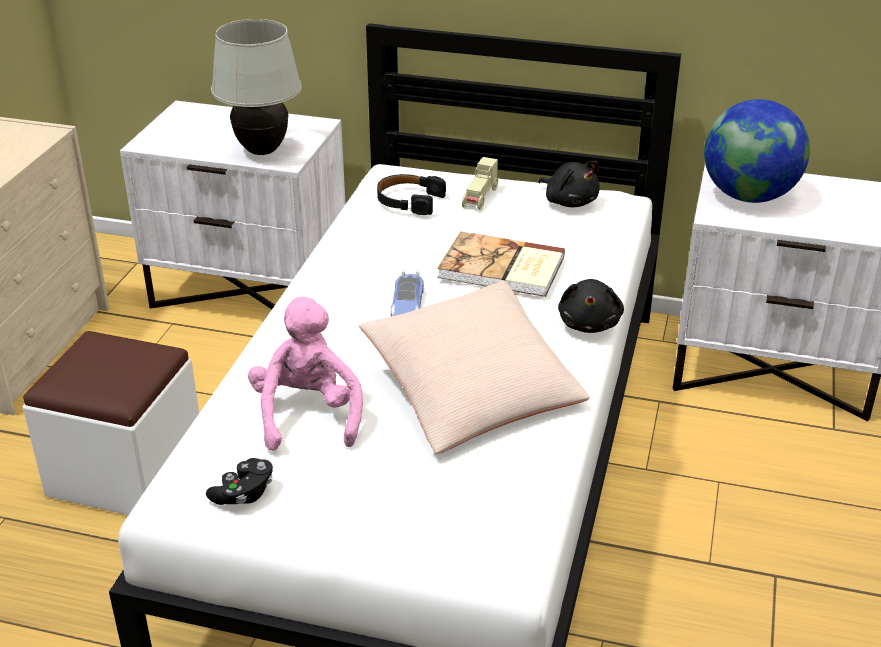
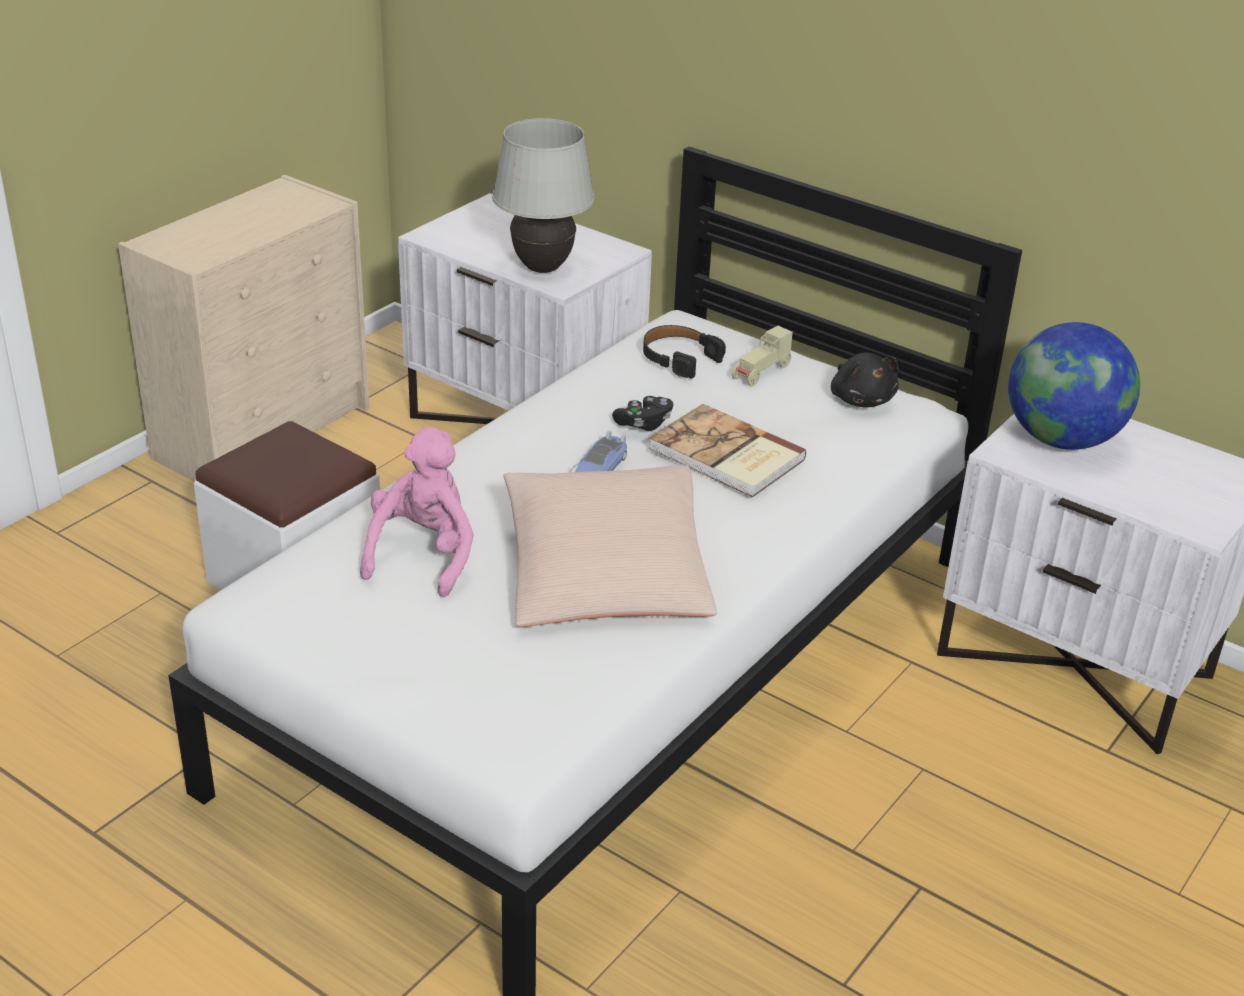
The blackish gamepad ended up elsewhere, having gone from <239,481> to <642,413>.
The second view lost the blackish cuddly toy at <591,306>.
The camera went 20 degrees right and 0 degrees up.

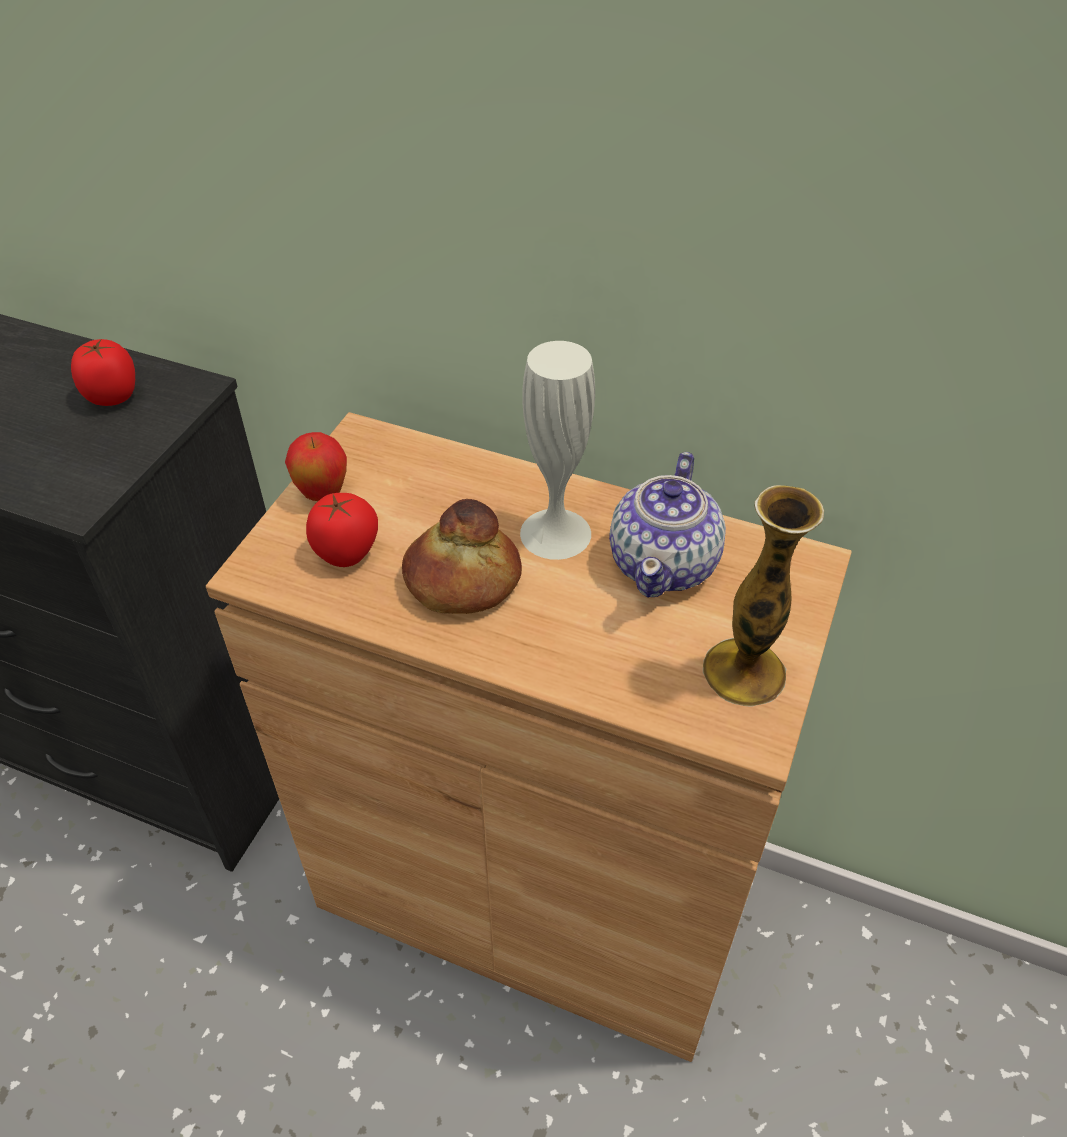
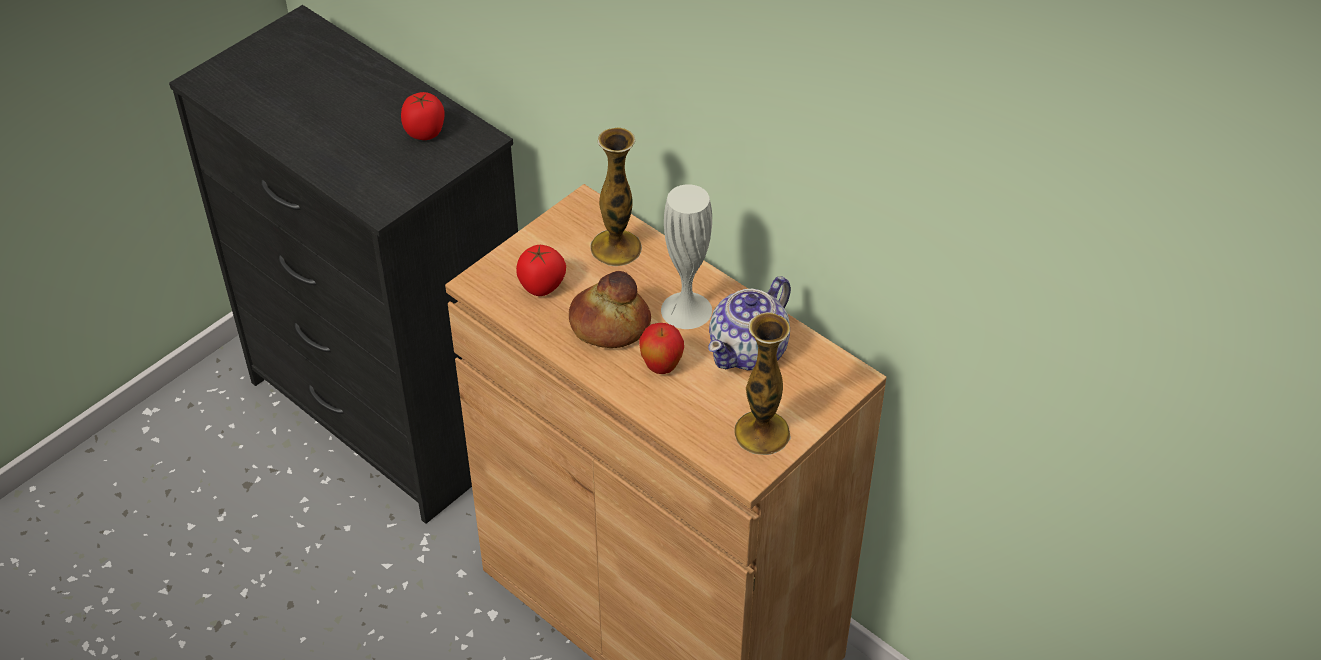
The second view gained the decorative vase at <616,196>.
The apple ended up elsewhere, having gone from <316,466> to <661,348>.
The camera went 20 degrees right and 0 degrees up.

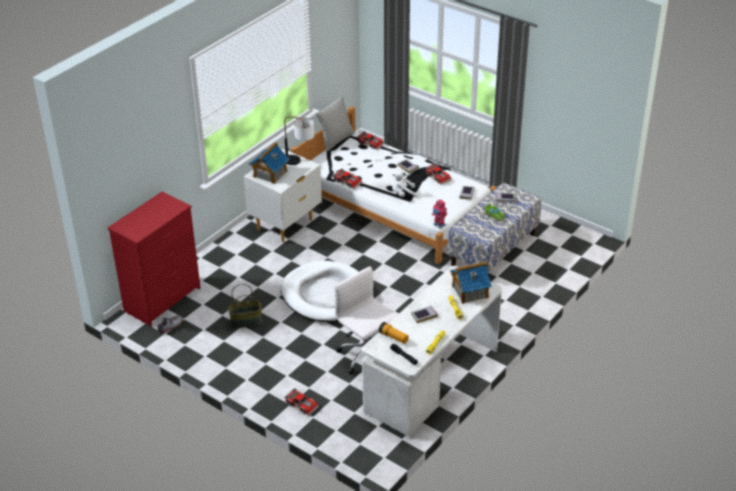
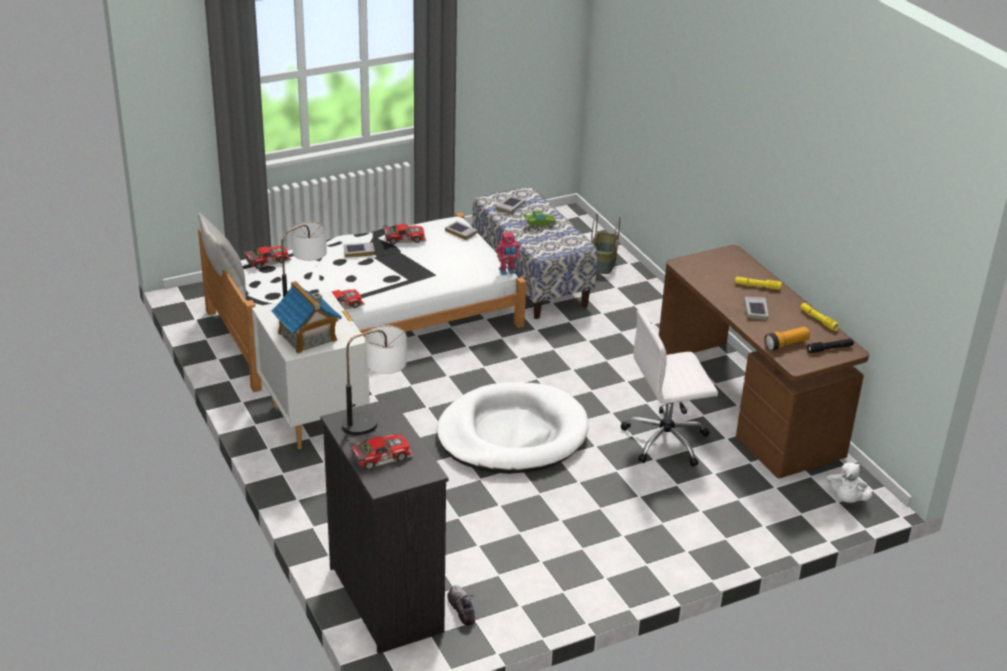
What was the red-coloured dresser at <154,259> turned into the blackish dresser at <384,526>.
The second view gained the lamp for a table at <374,380>.
The model car ended up elsewhere, having gone from <301,402> to <381,452>.
The storage basket ended up elsewhere, having gone from <245,306> to <605,243>.
What was the whitish desk unit at <431,351> turned into the brownish desk unit at <764,361>.
The whitish cuddly toy ended up elsewhere, having gone from <405,184> to <849,482>.
The second view lost the model house at <471,282>.
The camera went 65 degrees left and 5 degrees down.

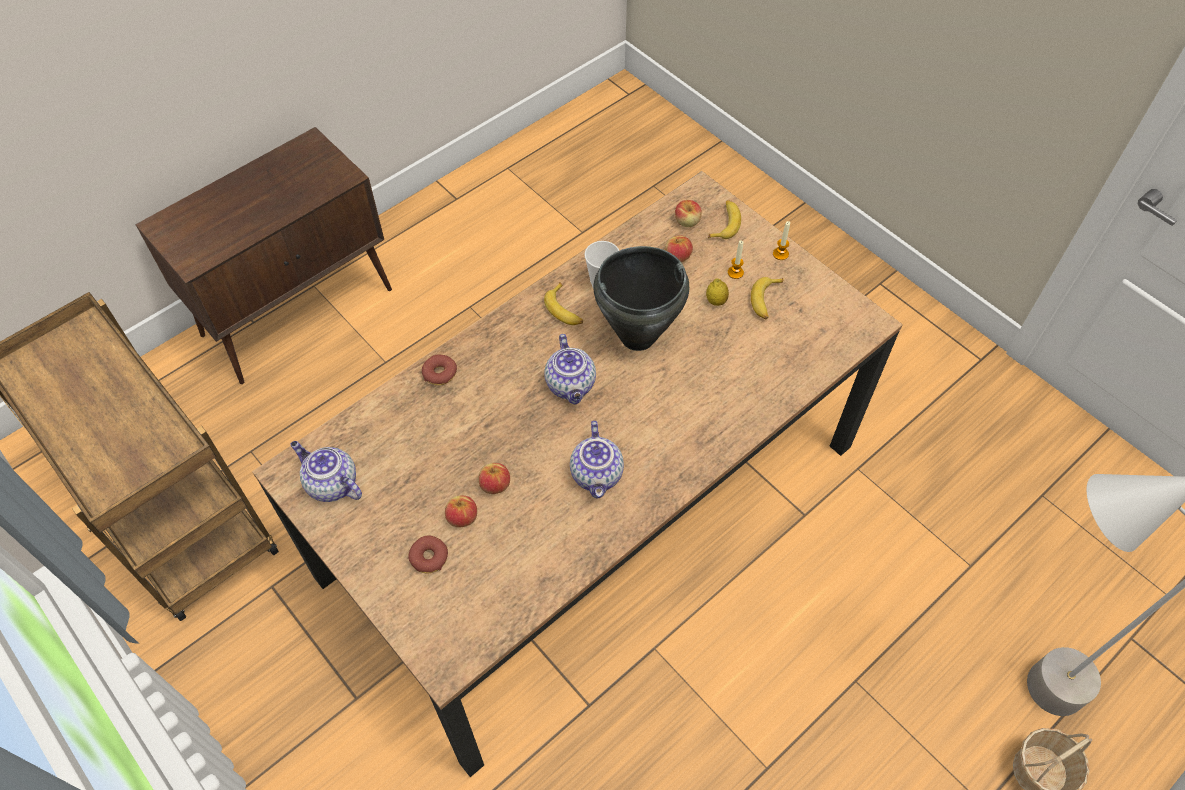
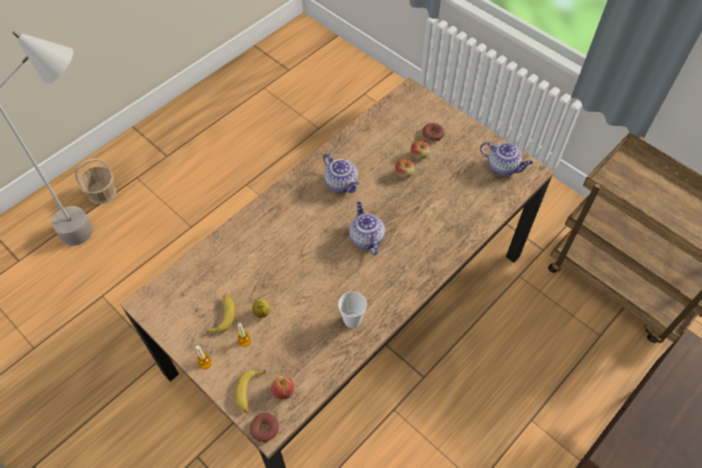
The doughnut ended up elsewhere, having gone from <439,369> to <264,428>.
The teapot at <597,460> ended up facing another way, 150 degrees clockwise from before.
The second view lost the whole banana at <563,303>.
The second view lost the blackish cooking pot at <641,298>.
The second view lost the apple at <679,248>.
The camera went 175 degrees right and 0 degrees up.

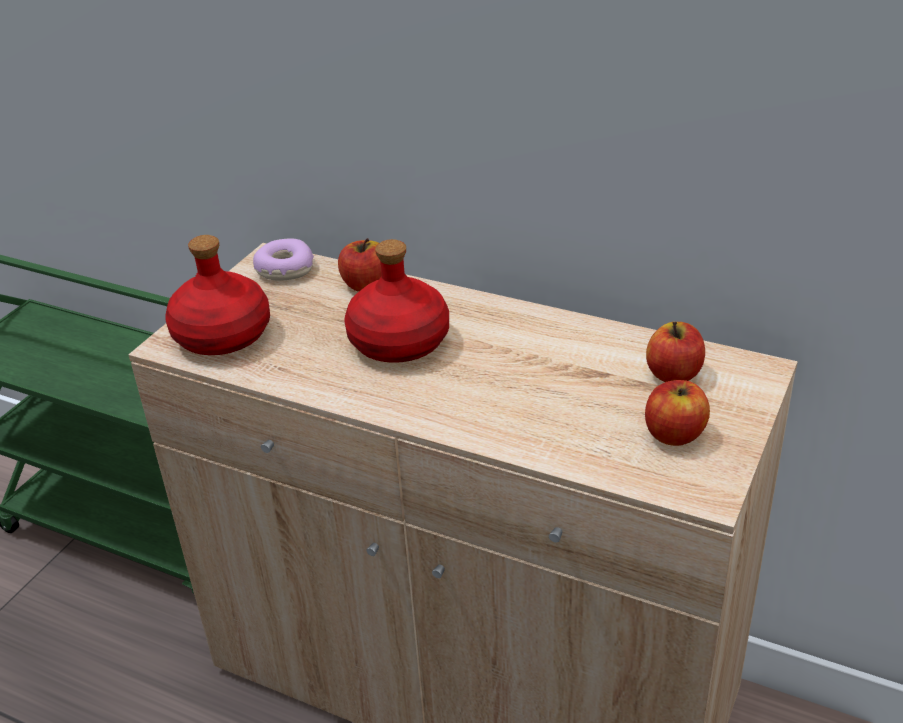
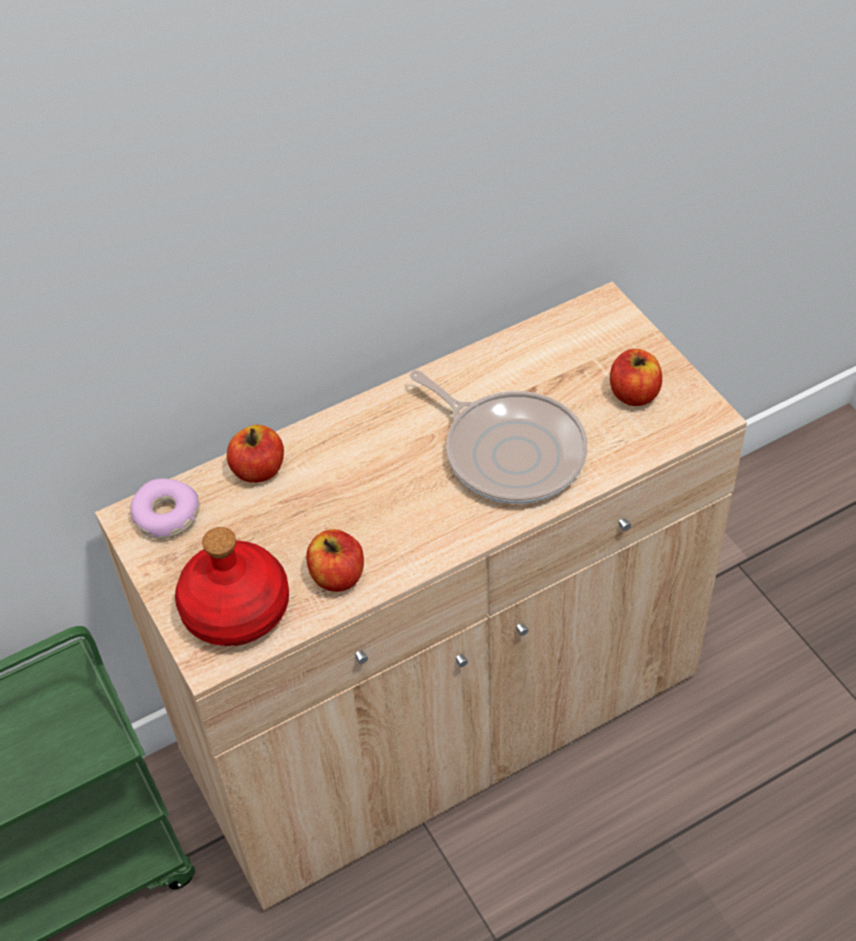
The apple ended up elsewhere, having gone from <675,352> to <335,560>.
The second view gained the skillet at <498,437>.
The second view lost the red-coloured bottle at <396,301>.
The camera went 55 degrees left and 15 degrees up.

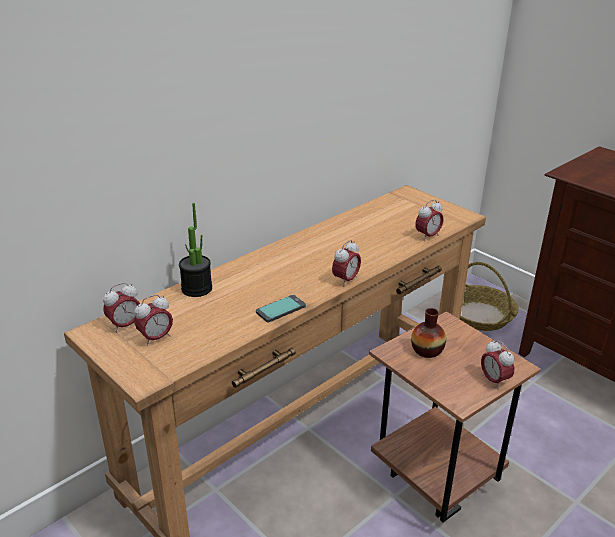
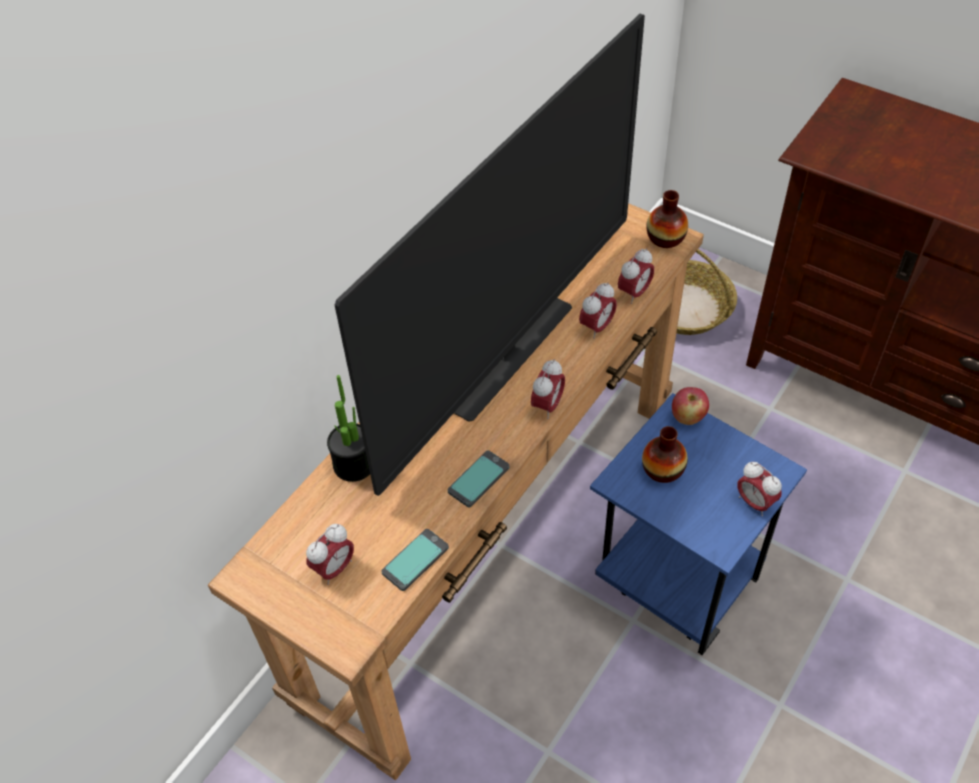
The second view gained the TV set at <489,255>.
The second view gained the telephone at <415,560>.
The alarm clock ended up elsewhere, having gone from <121,307> to <598,310>.
What was the brownish accent table at <455,417> turned into the blue accent table at <698,524>.
The second view gained the decorative vase at <667,219>.
The second view gained the apple at <690,406>.
The camera went 10 degrees left and 20 degrees up.

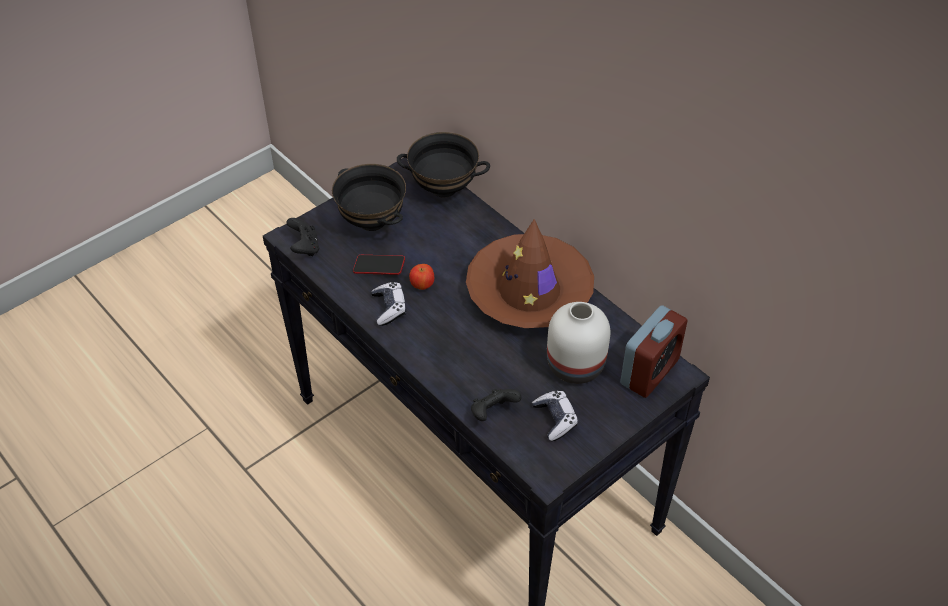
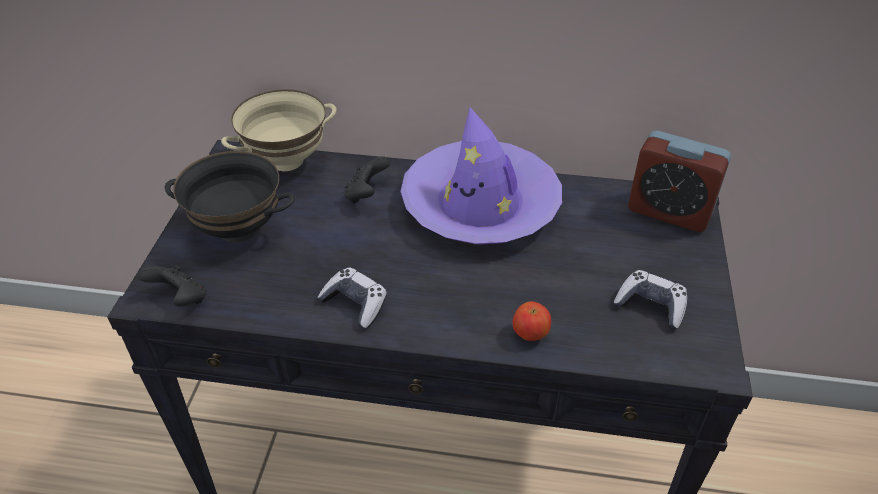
What was the blackish bowl at <443,164> turned into the beige-coloured bowl at <279,130>.
The blackish gamepad ended up elsewhere, having gone from <496,405> to <367,179>.
What was the brownish wearable hat at <530,273> turned into the purple wearable hat at <481,176>.
The apple ended up elsewhere, having gone from <421,277> to <531,321>.
The alarm clock at <654,351> ended up facing another way, 120 degrees clockwise from before.
The second view lost the telephone at <379,265>.
The second view lost the whitish decorative vase at <578,343>.
The camera went 40 degrees left and 5 degrees down.

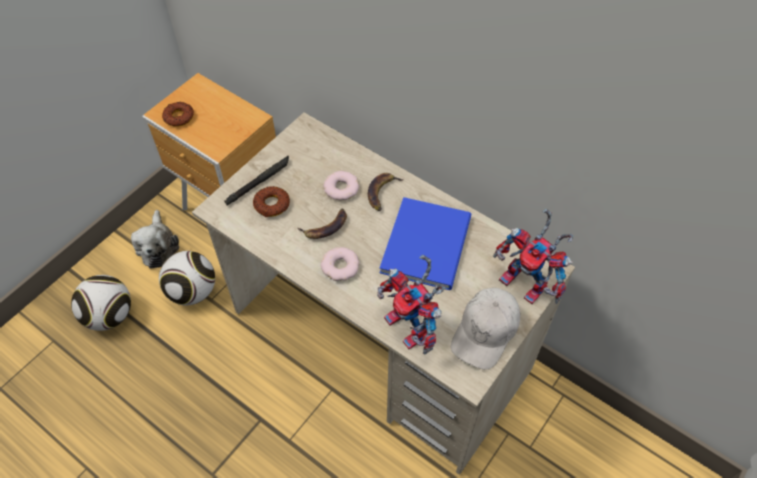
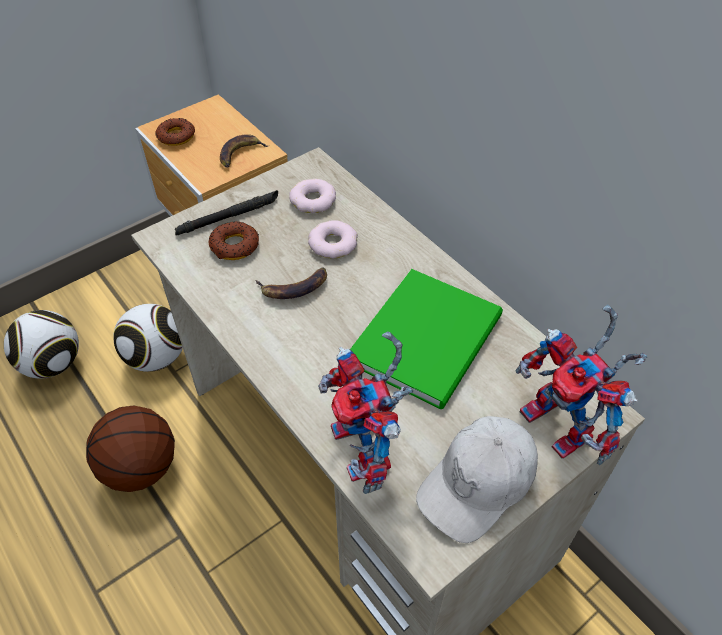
The second view gained the ball for basketball at <130,449>.
The whole banana ended up elsewhere, having gone from <386,192> to <244,151>.
The doughnut ended up elsewhere, having gone from <340,264> to <312,196>.
What was the blue book at <425,243> turned into the greenish book at <426,339>.
The second view lost the cuddly toy at <155,239>.
The camera went 15 degrees right and 5 degrees down.

